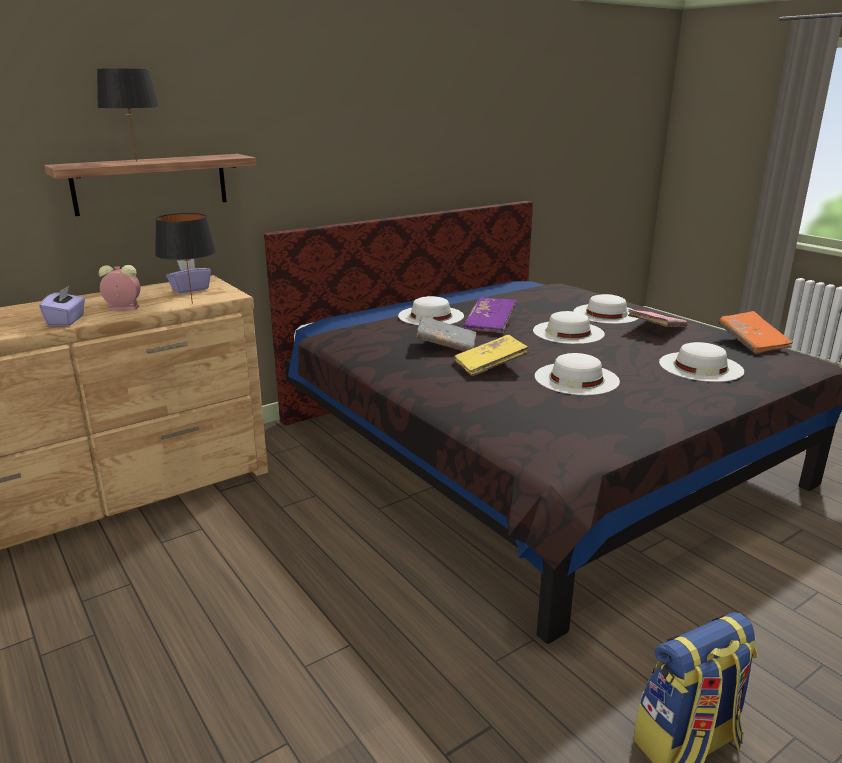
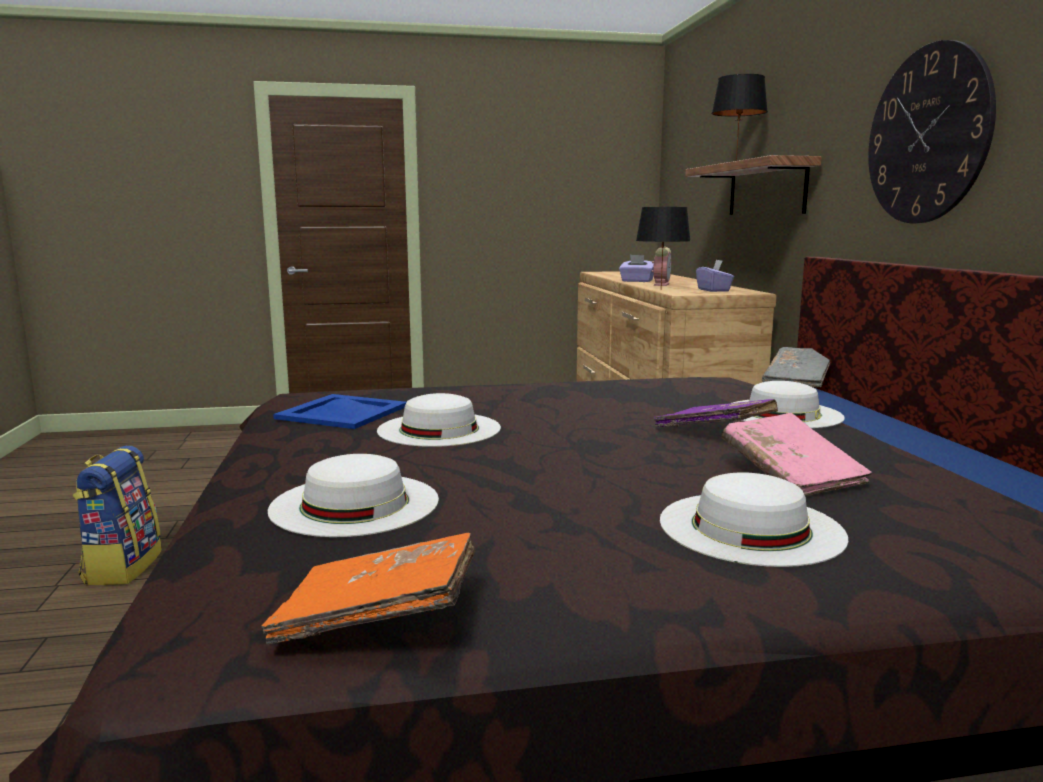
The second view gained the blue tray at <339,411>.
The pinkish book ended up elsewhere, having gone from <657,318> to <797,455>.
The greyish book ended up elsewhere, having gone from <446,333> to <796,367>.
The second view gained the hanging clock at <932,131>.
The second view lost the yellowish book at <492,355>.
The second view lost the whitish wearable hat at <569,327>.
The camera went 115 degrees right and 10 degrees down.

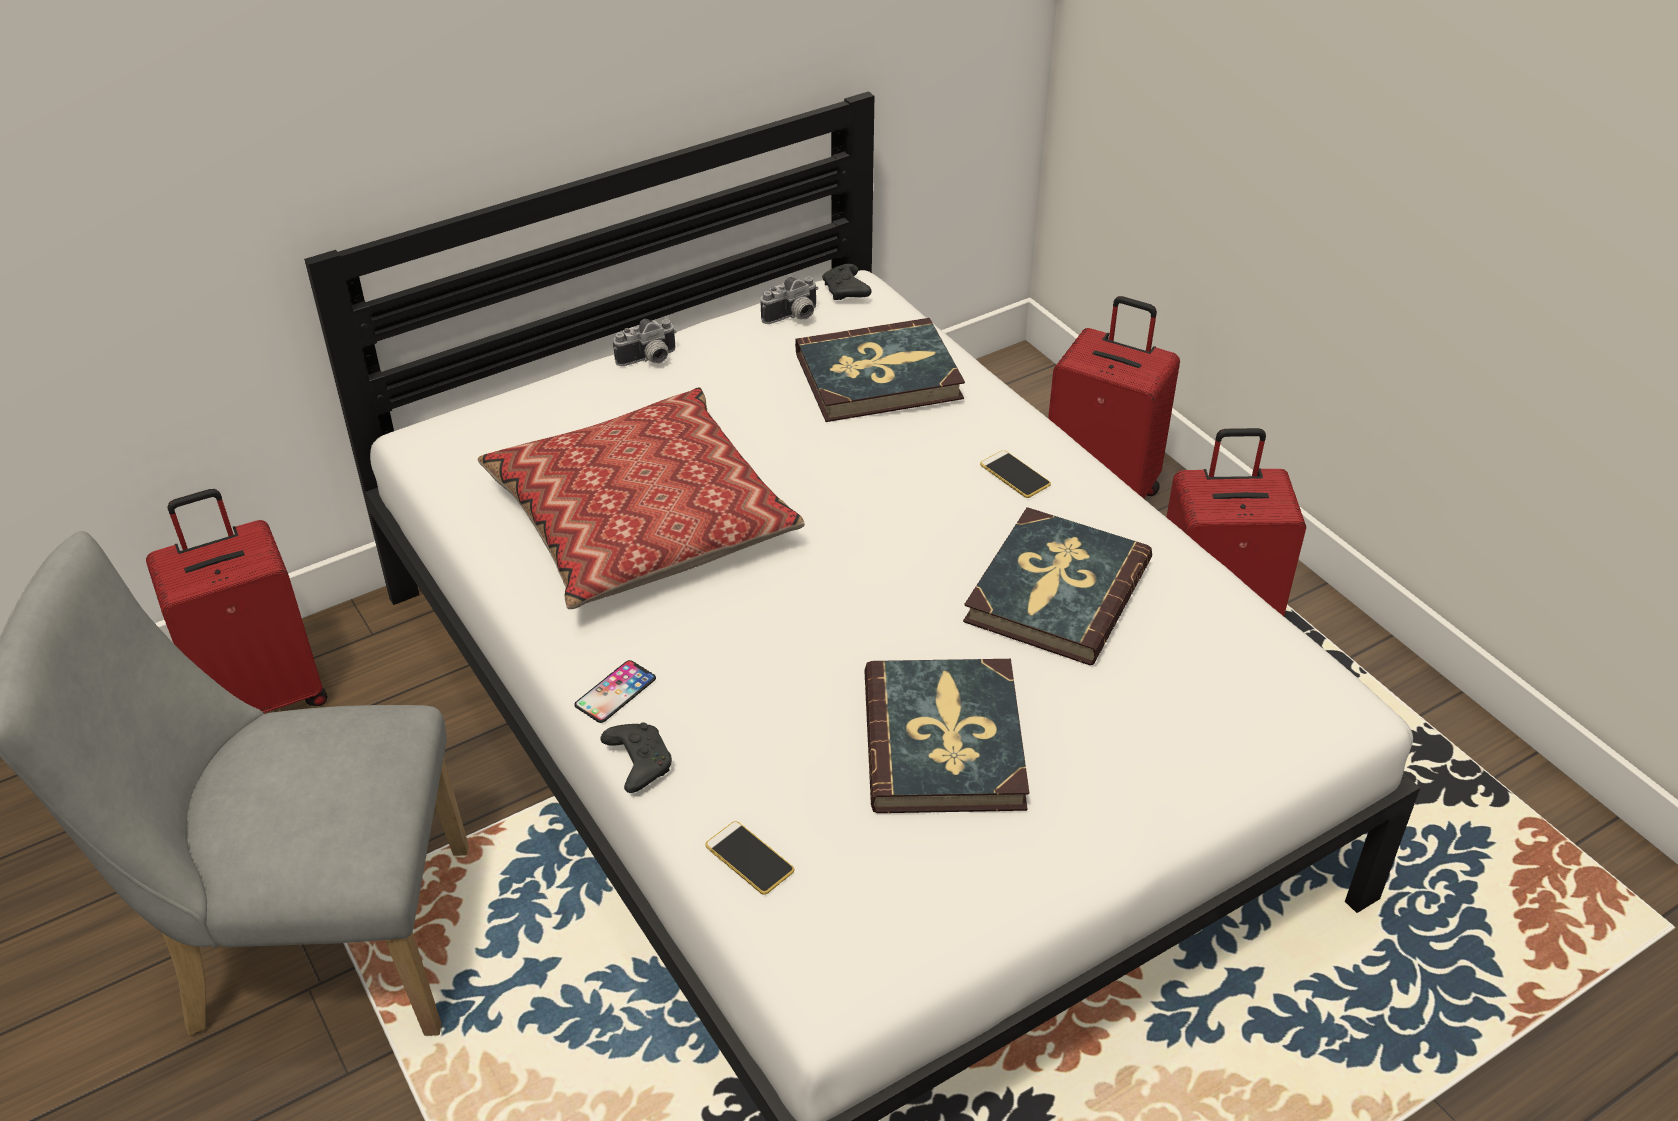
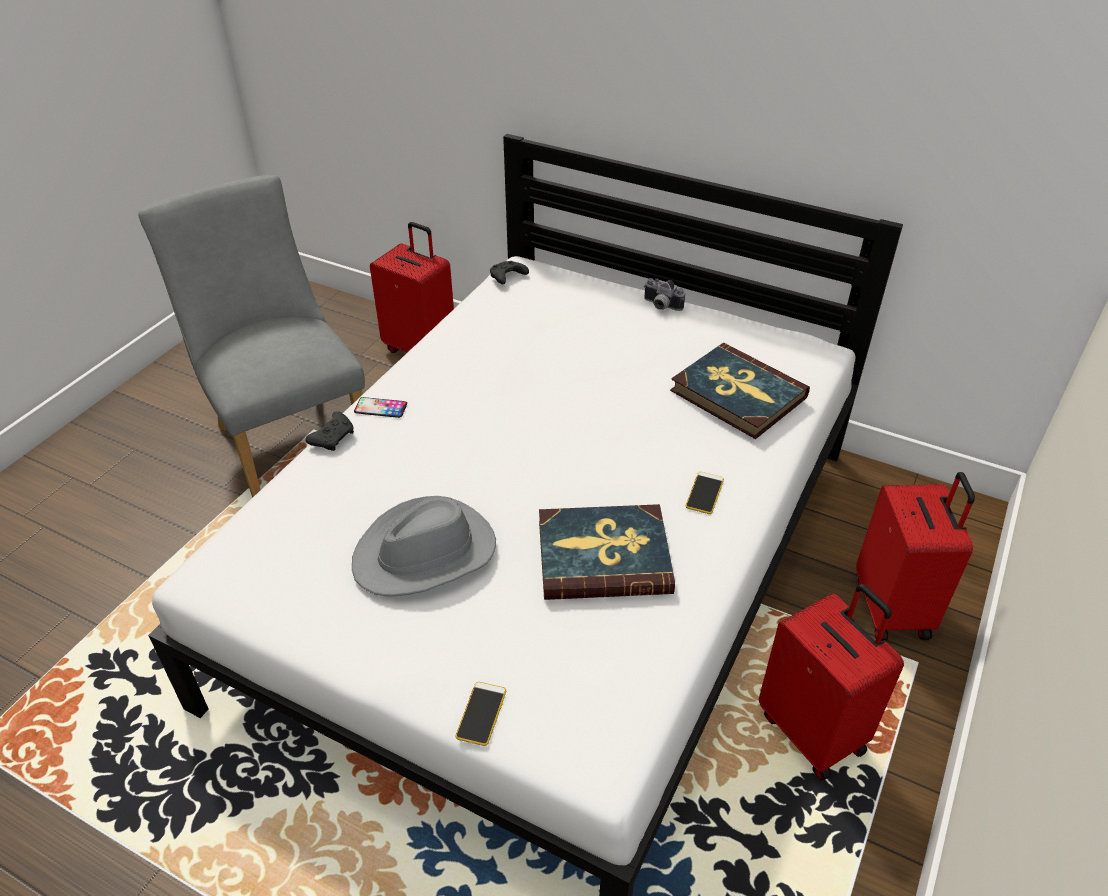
Where the book stood at <946,736>, the greyish wearable hat came to stand at <424,546>.
The telephone ended up elsewhere, having gone from <749,858> to <481,714>.
The blackish gamepad ended up elsewhere, having gone from <846,282> to <509,272>.
The second view lost the cushion at <641,498>.
The second view lost the photo camera at <789,300>.
The camera went 60 degrees right and 0 degrees up.

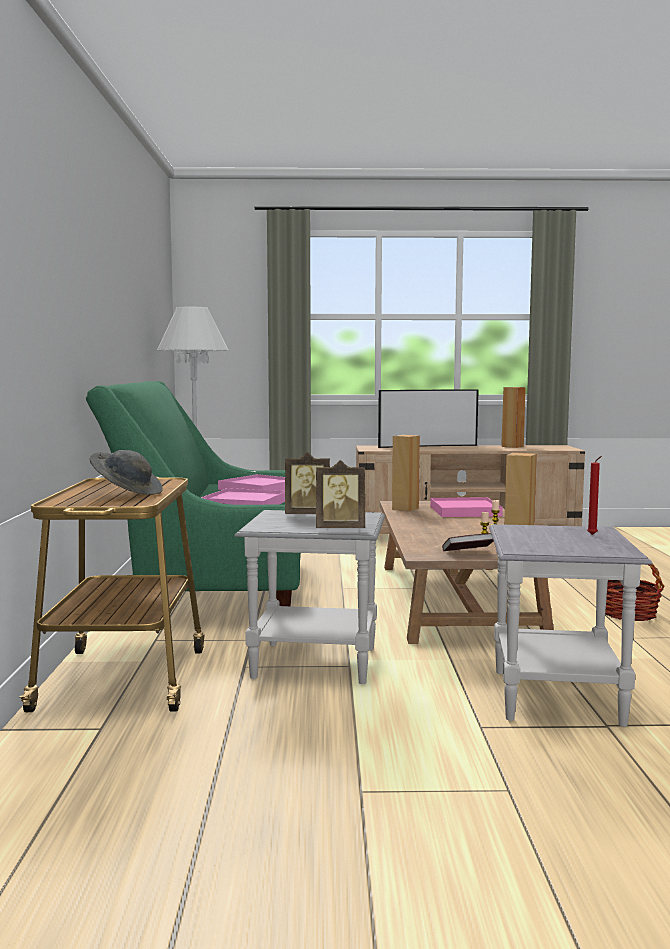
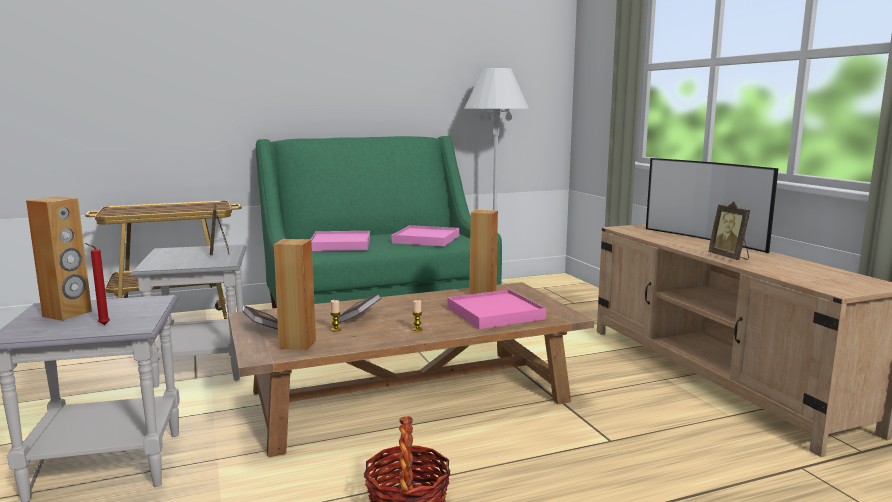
The brownish speaker ended up elsewhere, having gone from <513,417> to <59,259>.
The second view gained the book at <359,308>.
The photo frame ended up elsewhere, having gone from <340,494> to <729,230>.
The second view lost the greyish wearable hat at <126,472>.
The camera went 70 degrees right and 5 degrees up.

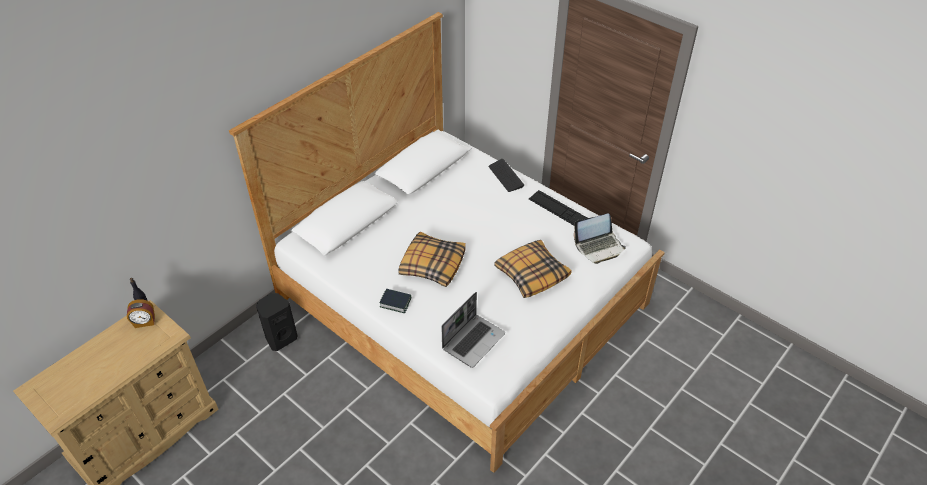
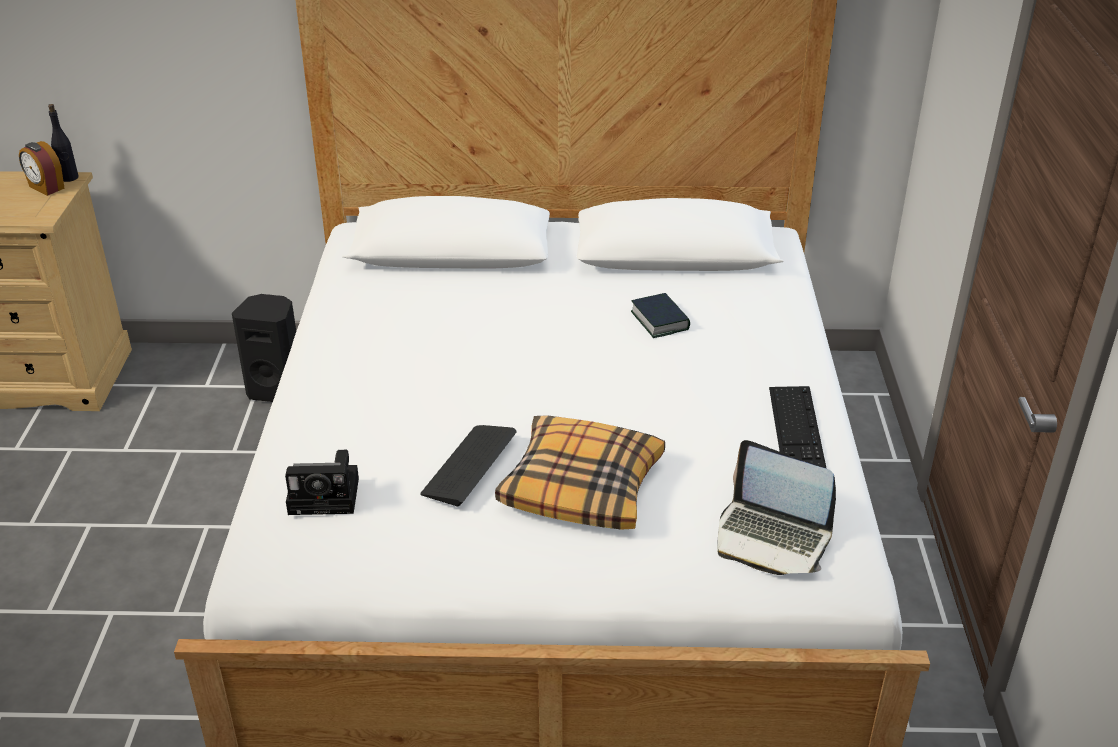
Where the portable computer stood at <473,330>, the photo camera came to stand at <322,482>.
The computer keyboard ended up elsewhere, having gone from <506,175> to <468,465>.
The book ended up elsewhere, having gone from <395,301> to <660,315>.
The second view lost the cushion at <432,259>.
The camera went 50 degrees right and 10 degrees down.

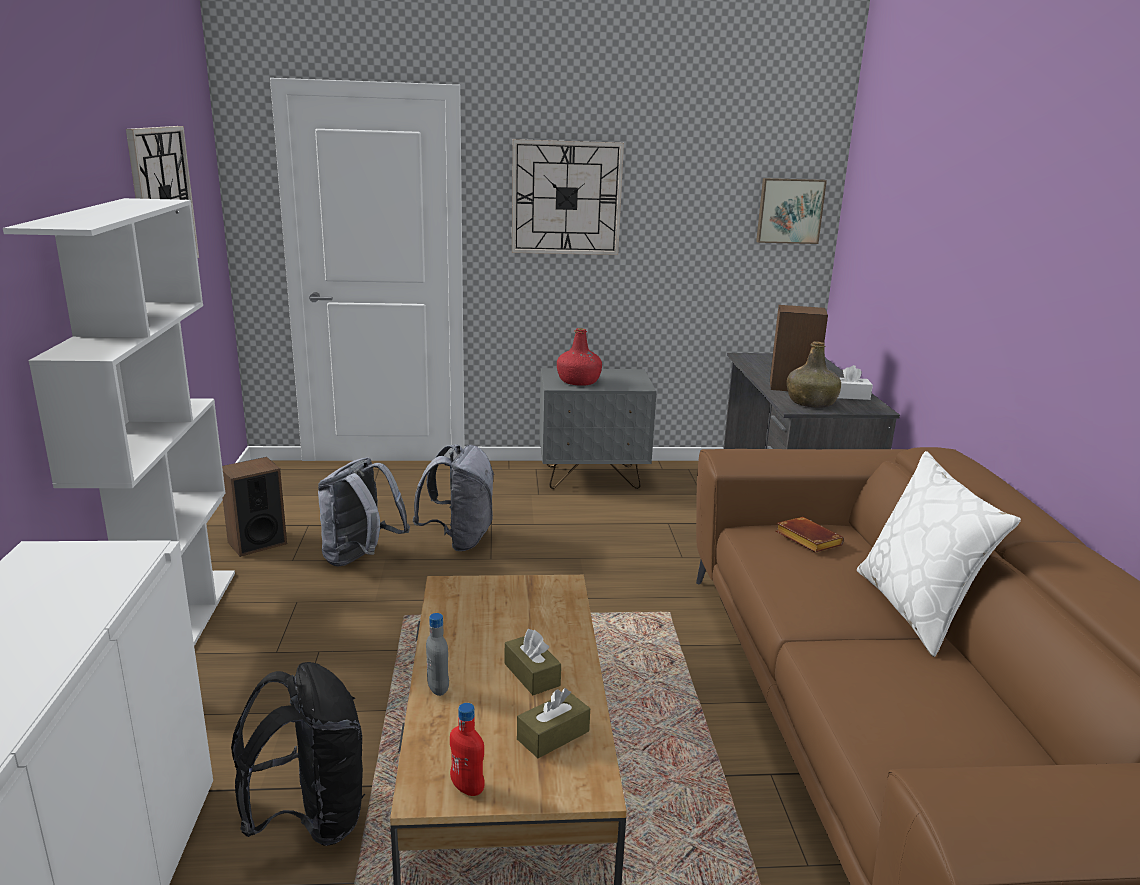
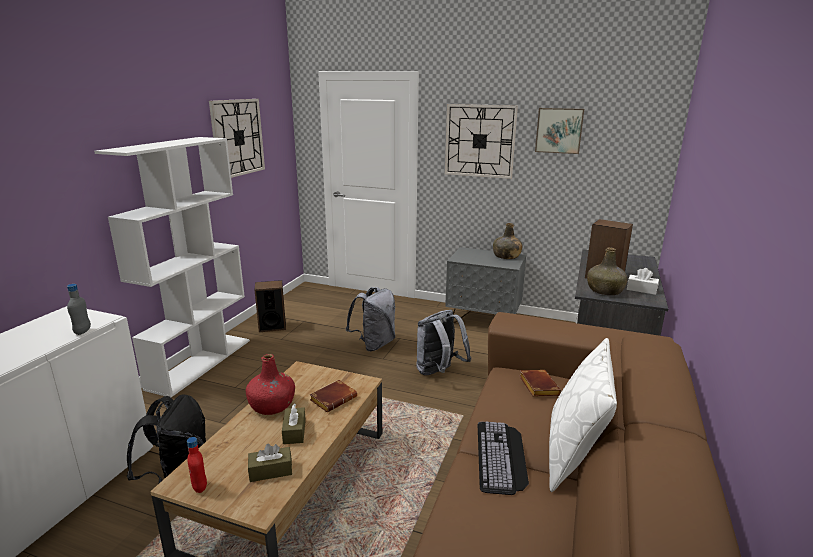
The greyish bottle ended up elsewhere, having gone from <437,654> to <79,309>.
The red-coloured bottle ended up elsewhere, having gone from <579,357> to <270,384>.
The second view gained the brownish book at <333,396>.
The greyish backpack ended up elsewhere, having gone from <364,511> to <444,342>.
The second view gained the computer keyboard at <503,458>.
The second view gained the greenish bottle at <507,241>.
The wall art ended up elsewhere, having gone from <791,211> to <559,131>.
The camera went 25 degrees right and 0 degrees up.

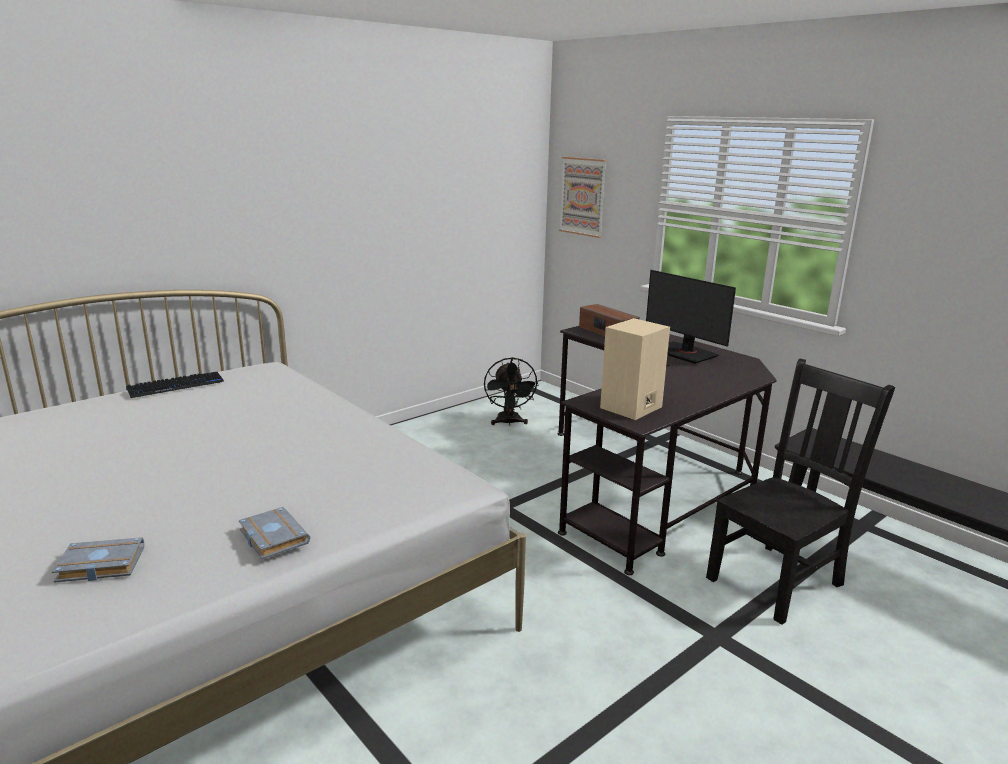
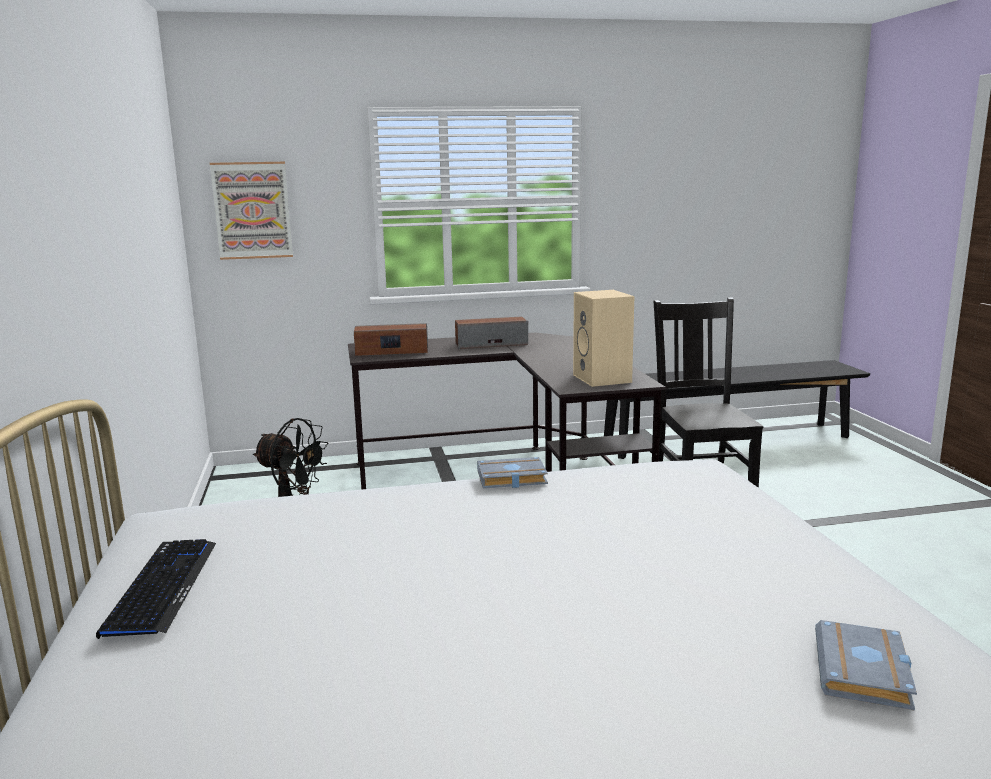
Where the monitor stood at <691,317>, the speaker came to stand at <491,332>.
The greyish book ended up elsewhere, having gone from <274,533> to <512,472>.
The camera went 60 degrees left and 5 degrees down.

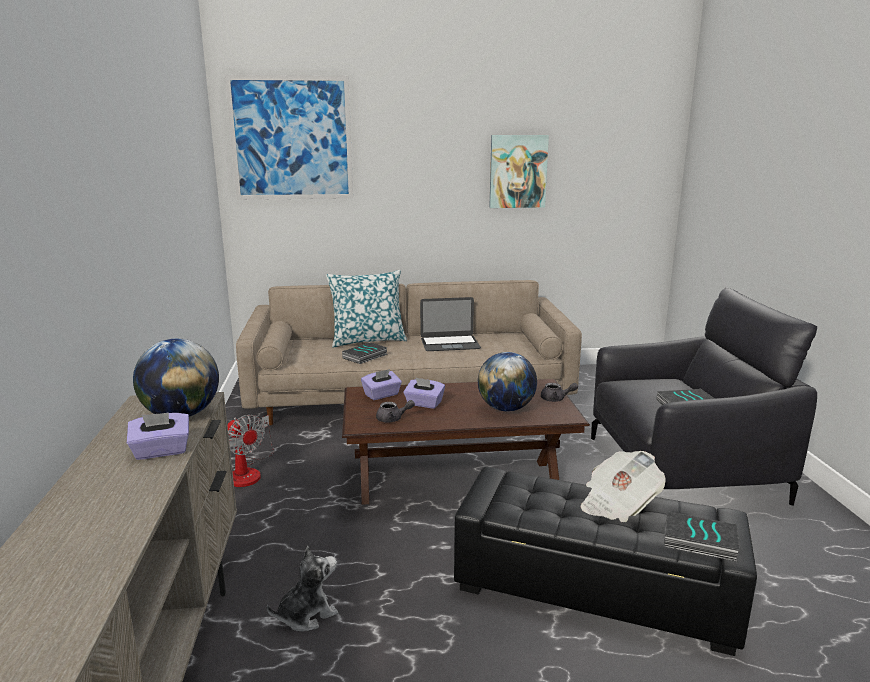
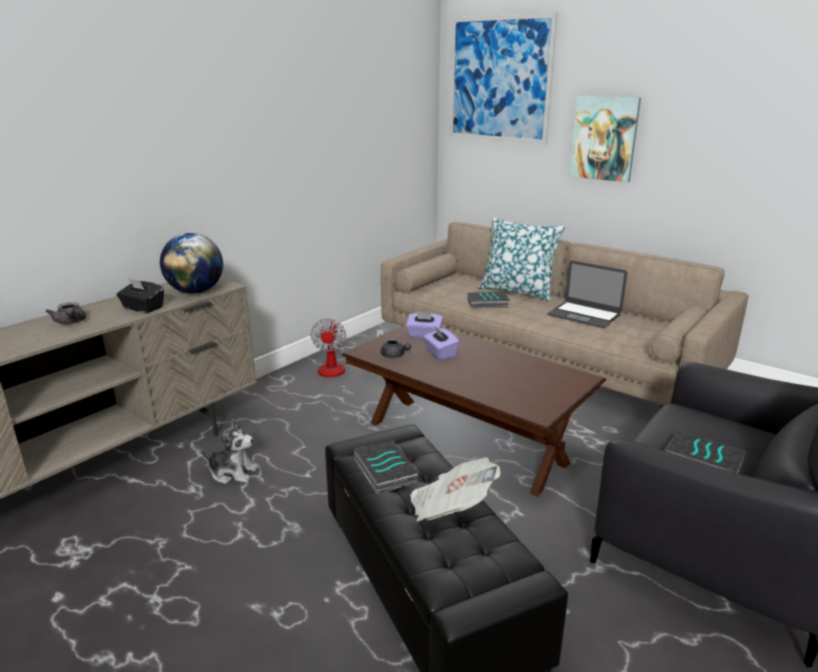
The greyish teapot ended up elsewhere, having gone from <559,392> to <66,313>.
What was the purple box of tissues at <158,436> turned into the blackish box of tissues at <140,295>.
The book ended up elsewhere, having gone from <702,536> to <386,467>.
The wall art ended up elsewhere, having gone from <519,171> to <605,139>.
The second view lost the globe at <507,382>.
The camera went 45 degrees right and 5 degrees up.

